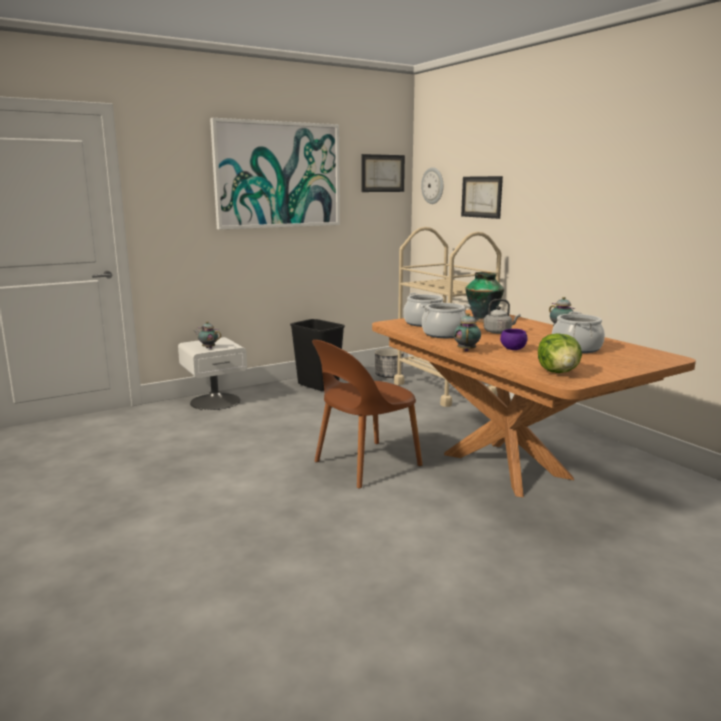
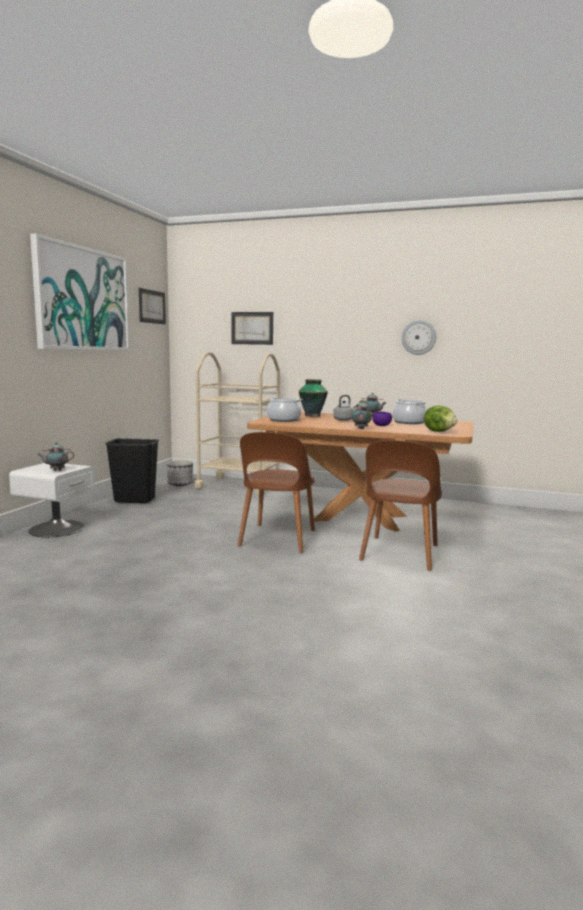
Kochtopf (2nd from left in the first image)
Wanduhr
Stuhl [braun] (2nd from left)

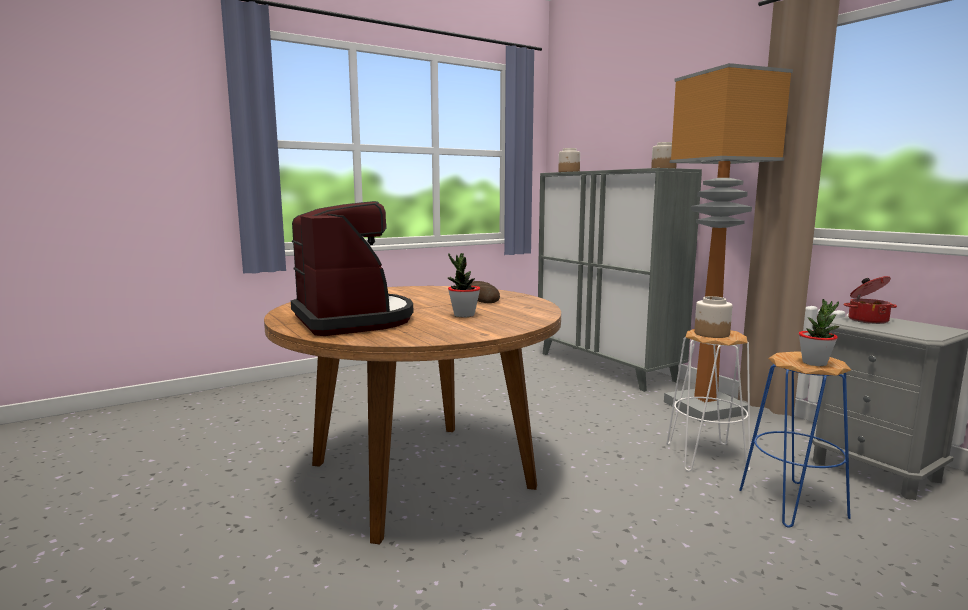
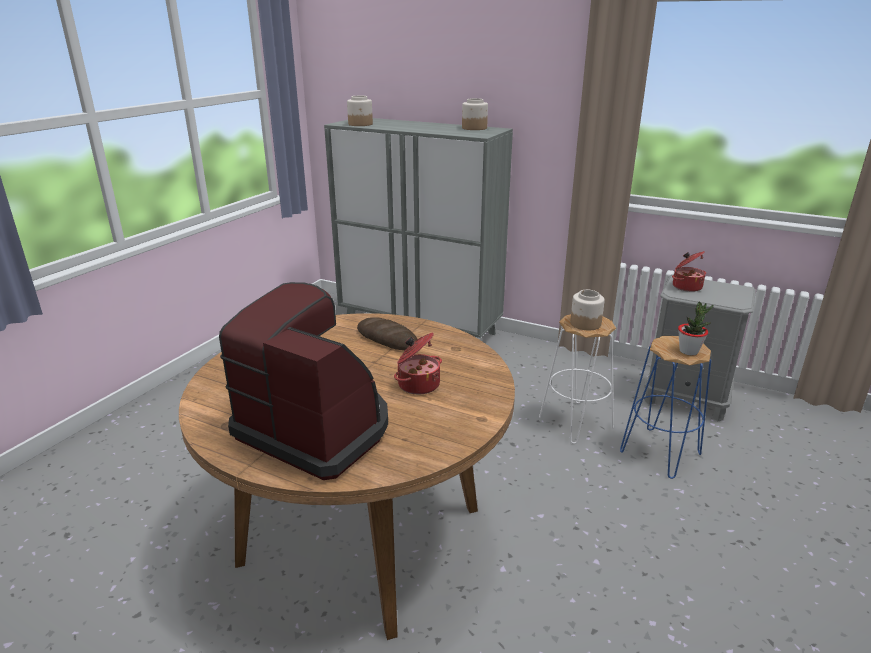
Kochtopf (1st from left)
Stehlampe

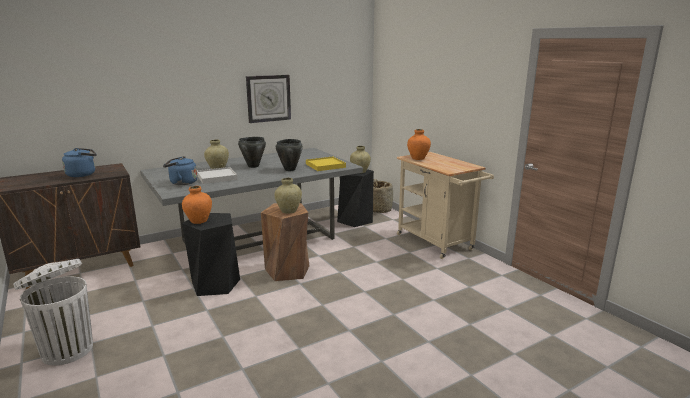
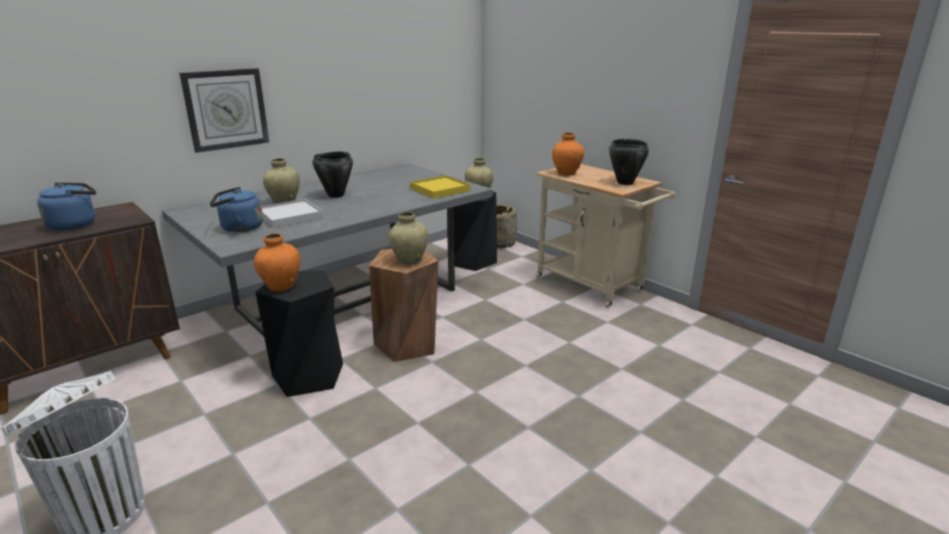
Wanduhr
Kochtopf [schwarz] (2nd from left)

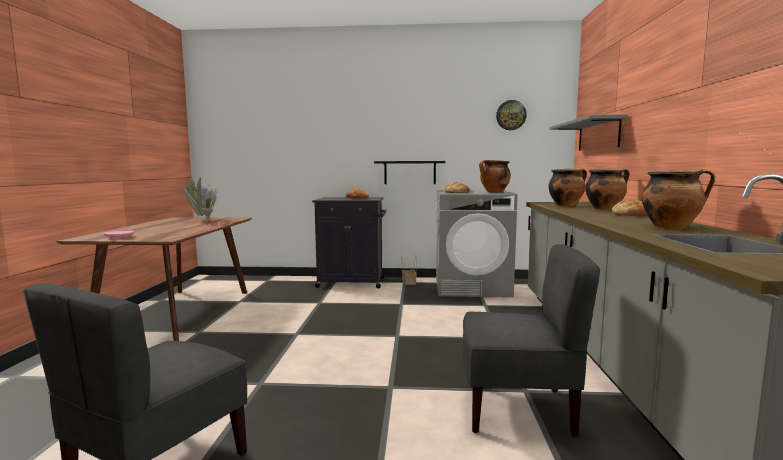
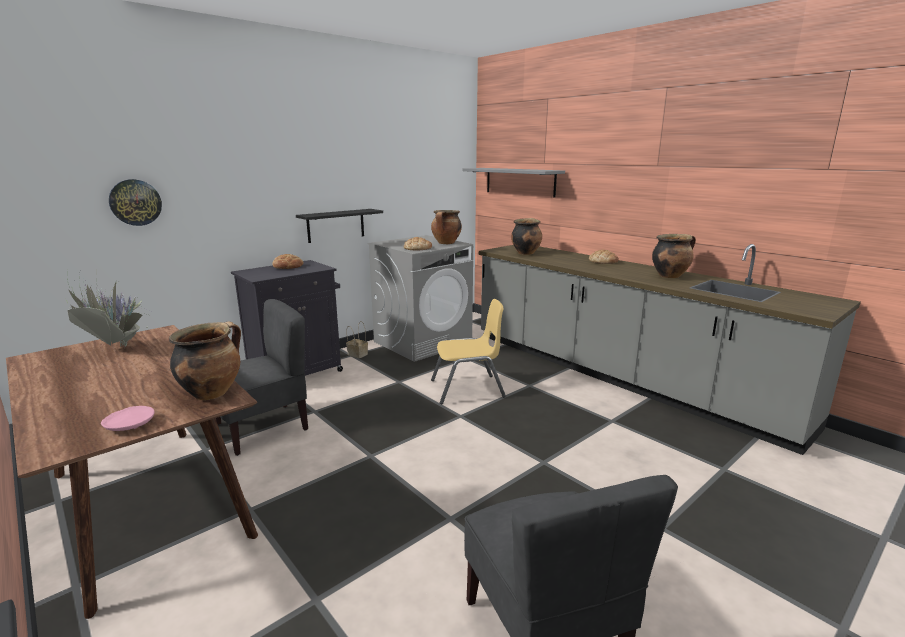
Stuhl [grau] (1st from left)
Wanduhr
Kochtopf (1st from left)
Stuhl [gelb]

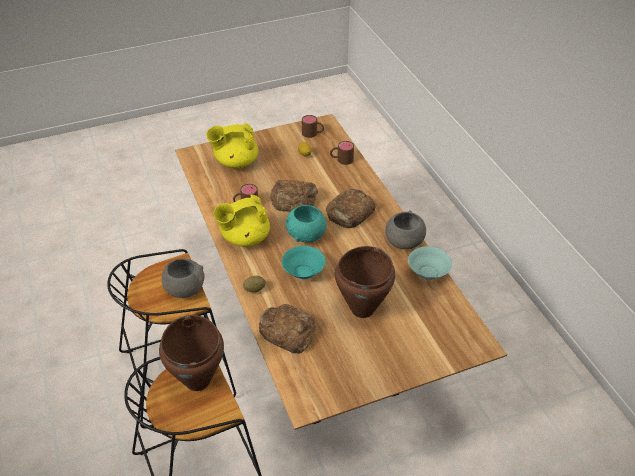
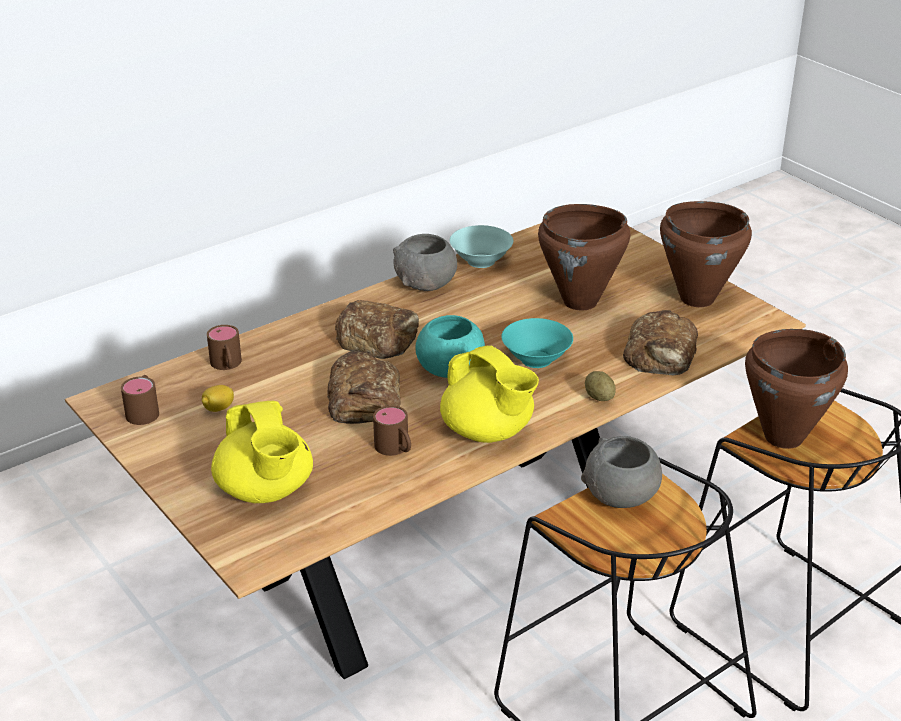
Kochtopf [braun] (2nd from left)

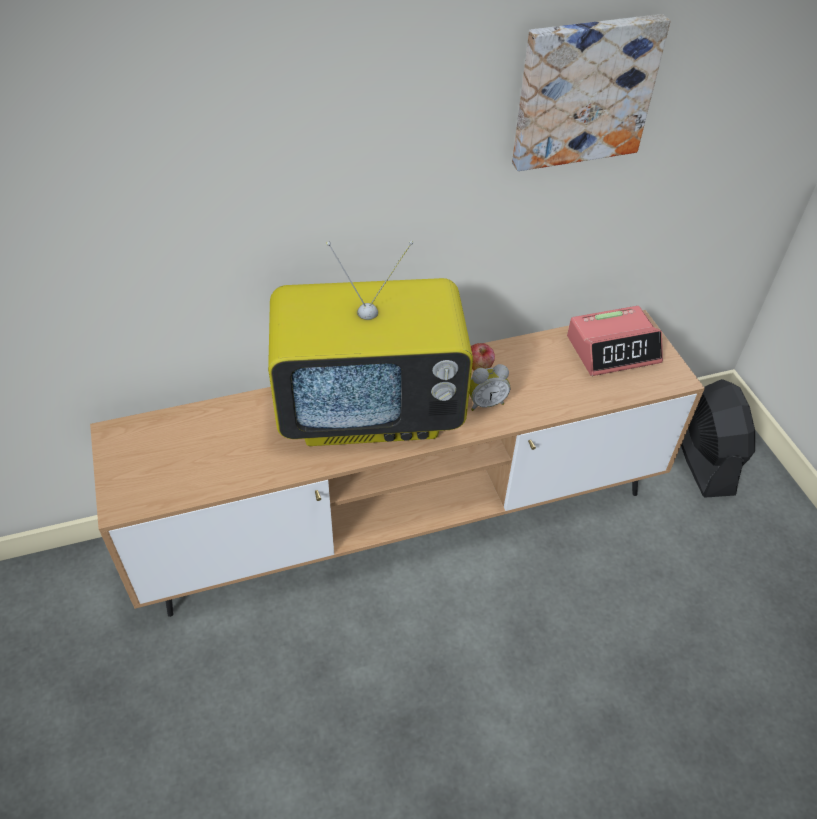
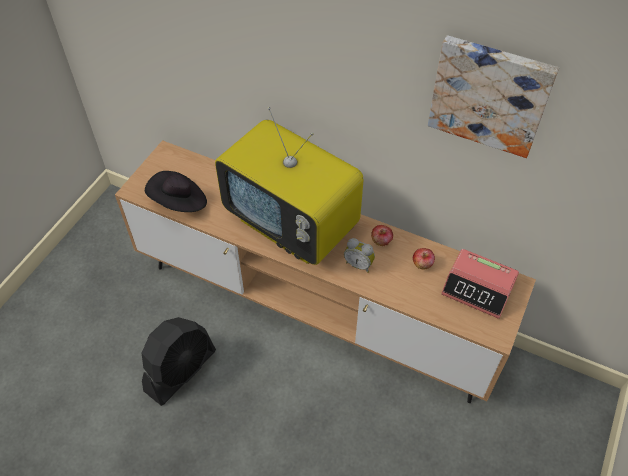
Ventilator [schwarz]
Hut [schwarz]
Apfel (2nd from left)

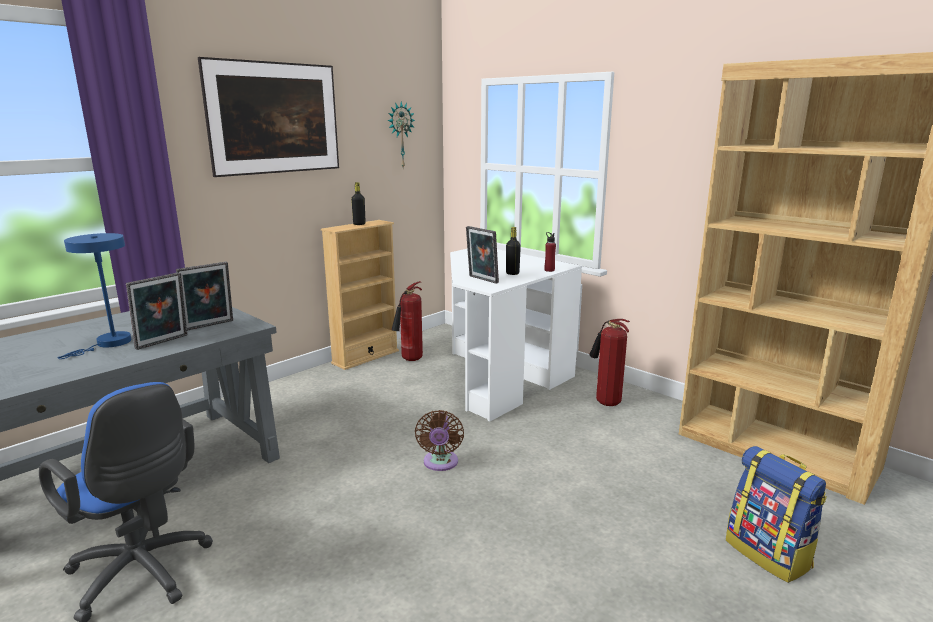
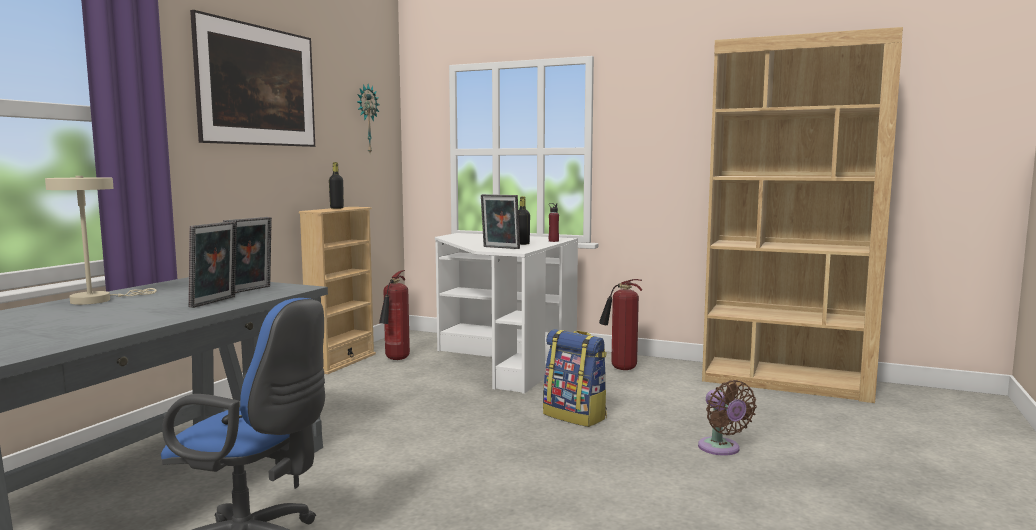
Tischlampe [blau]
Ventilator [braun]
Rucksack
Tischlampe [beige]

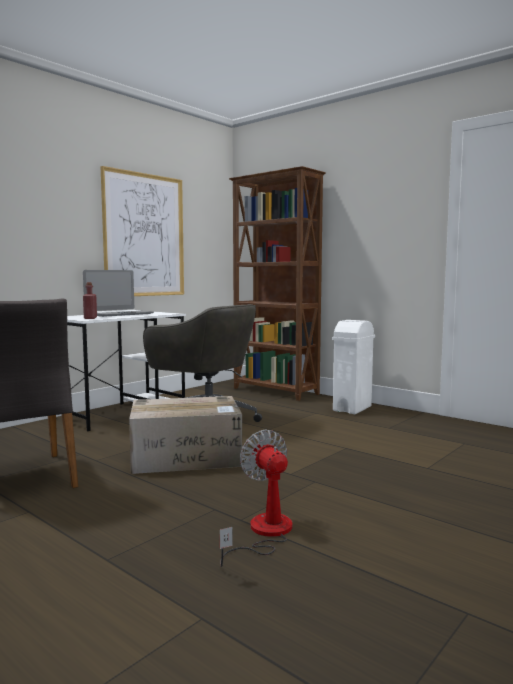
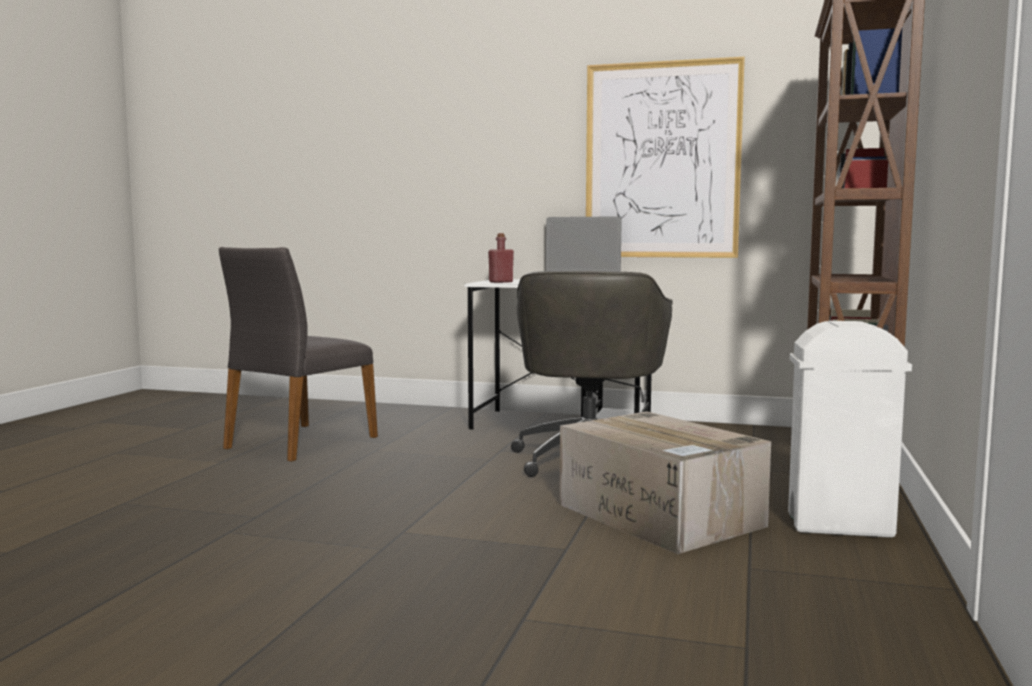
Karton
Ventilator

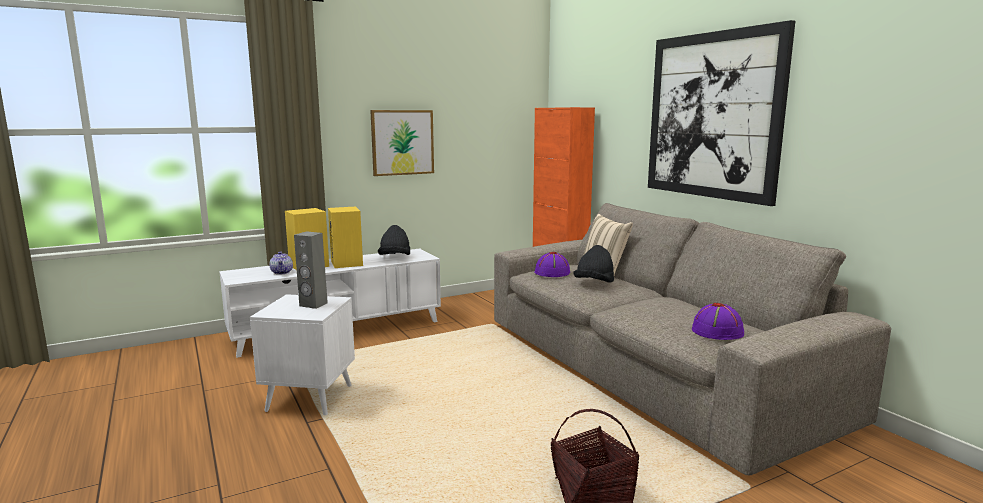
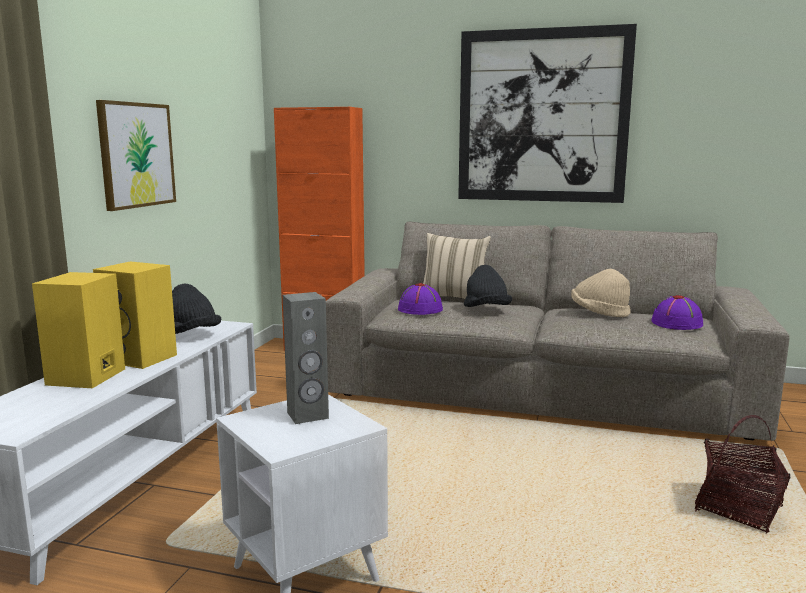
Teekanne
Hut [beige]

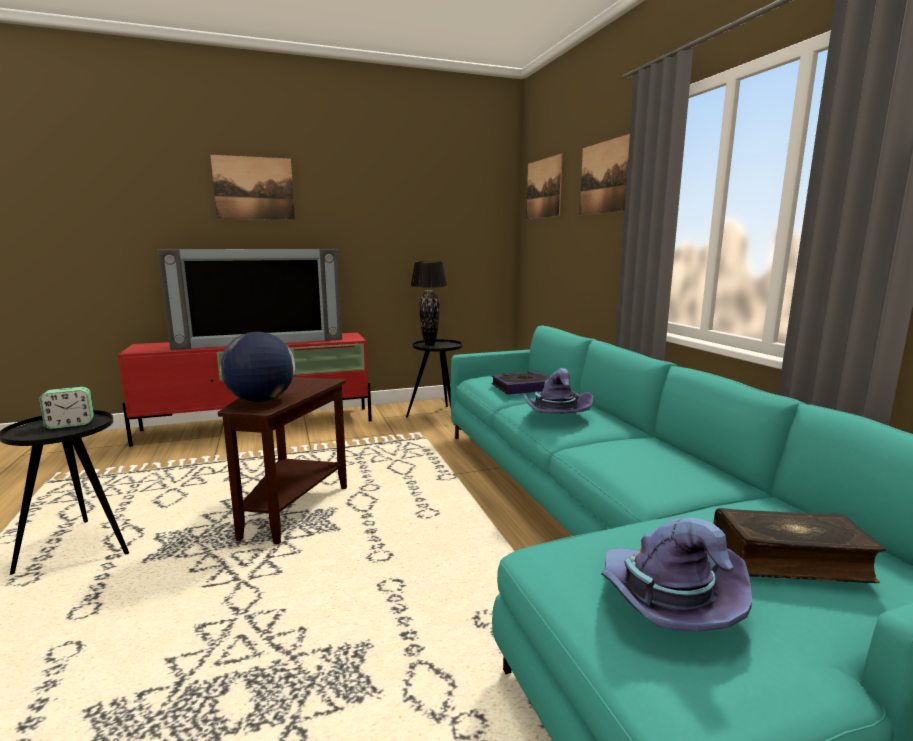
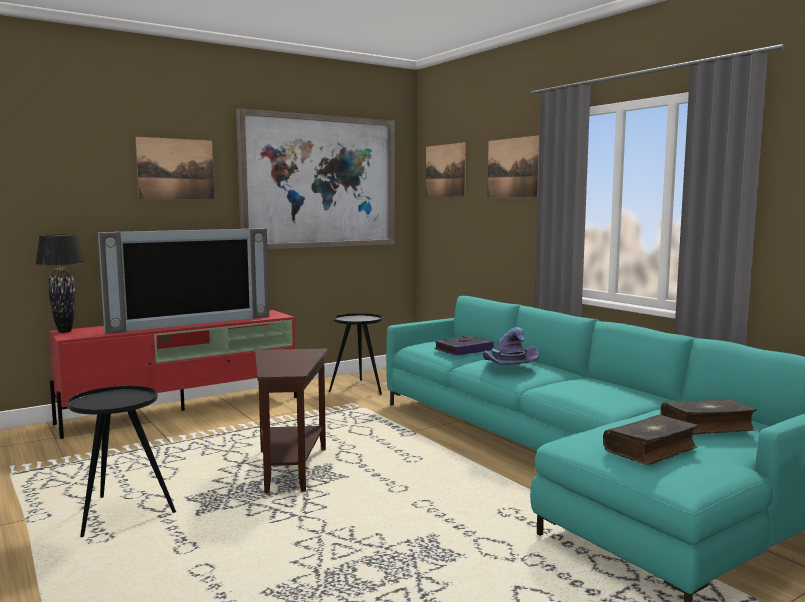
Wecker
Globus
Tischlampe [schwarz]
Buch (2nd from left)
Bild (2nd from left)

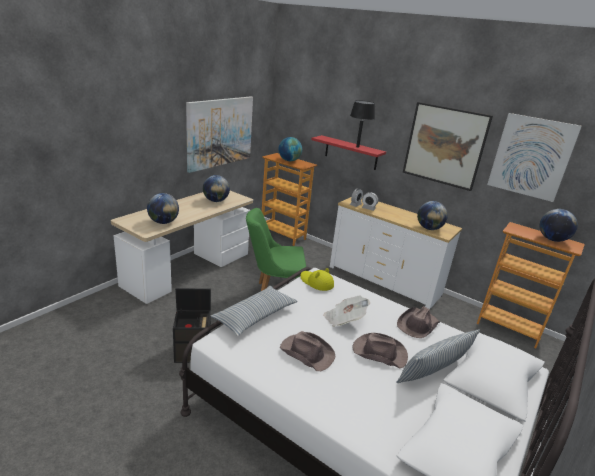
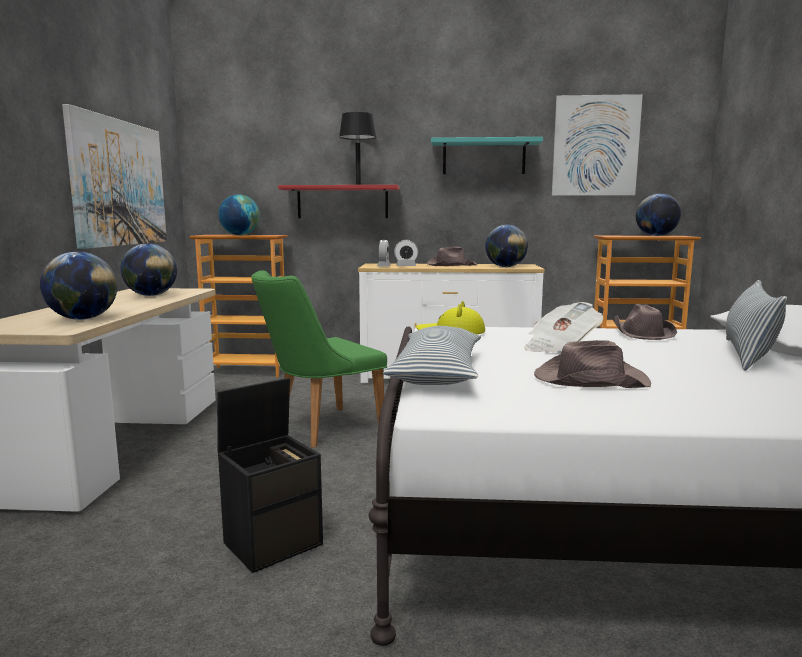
Hut [braun] (1st from left)
Wandregal [türkis]

